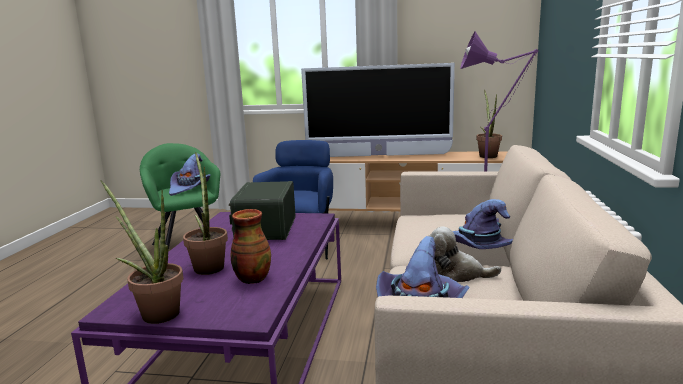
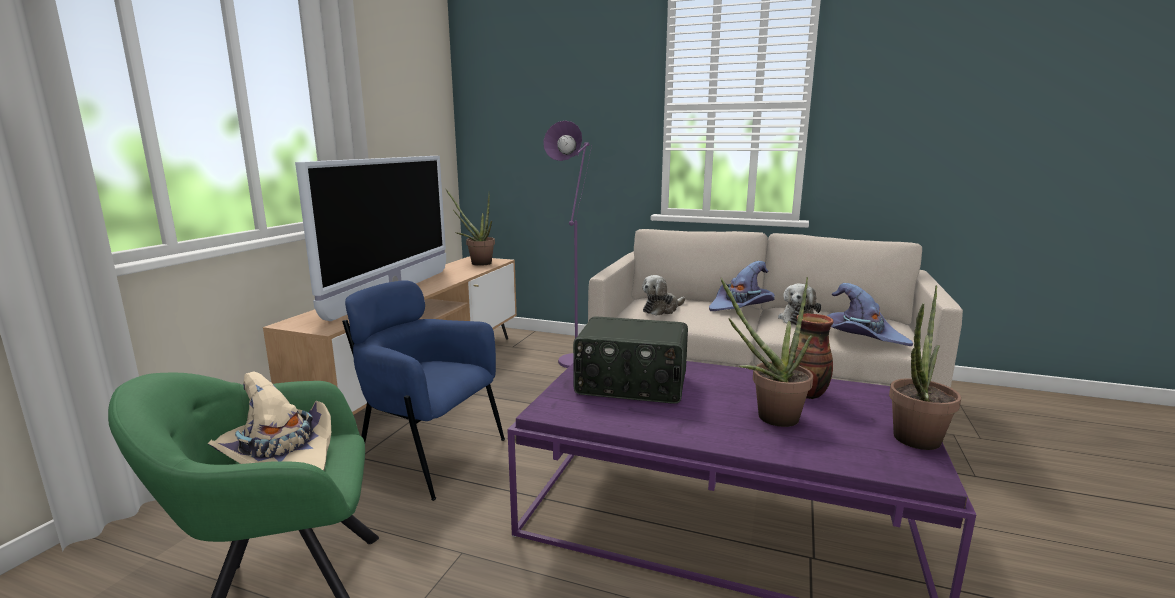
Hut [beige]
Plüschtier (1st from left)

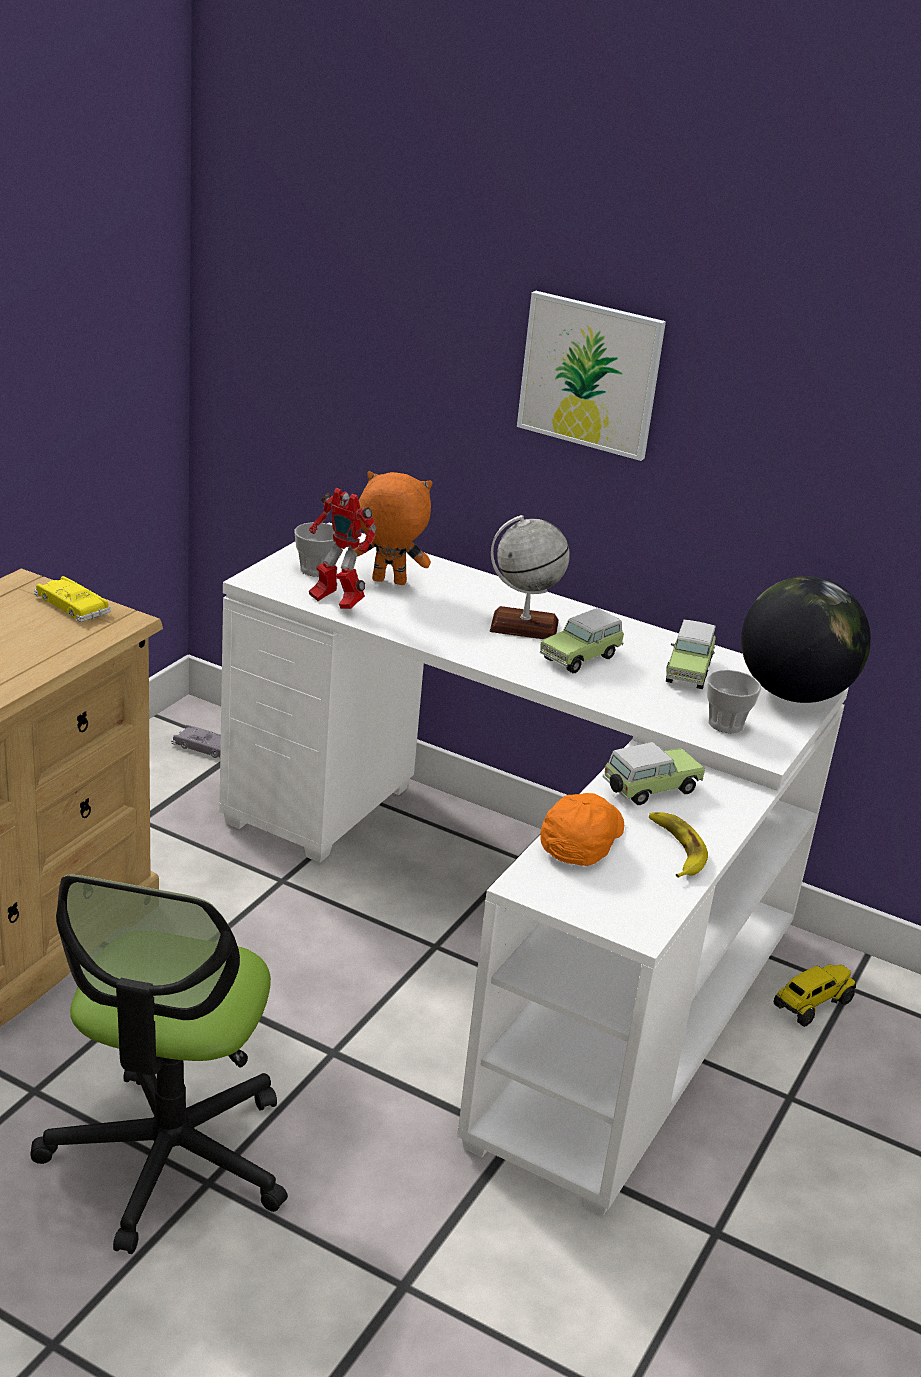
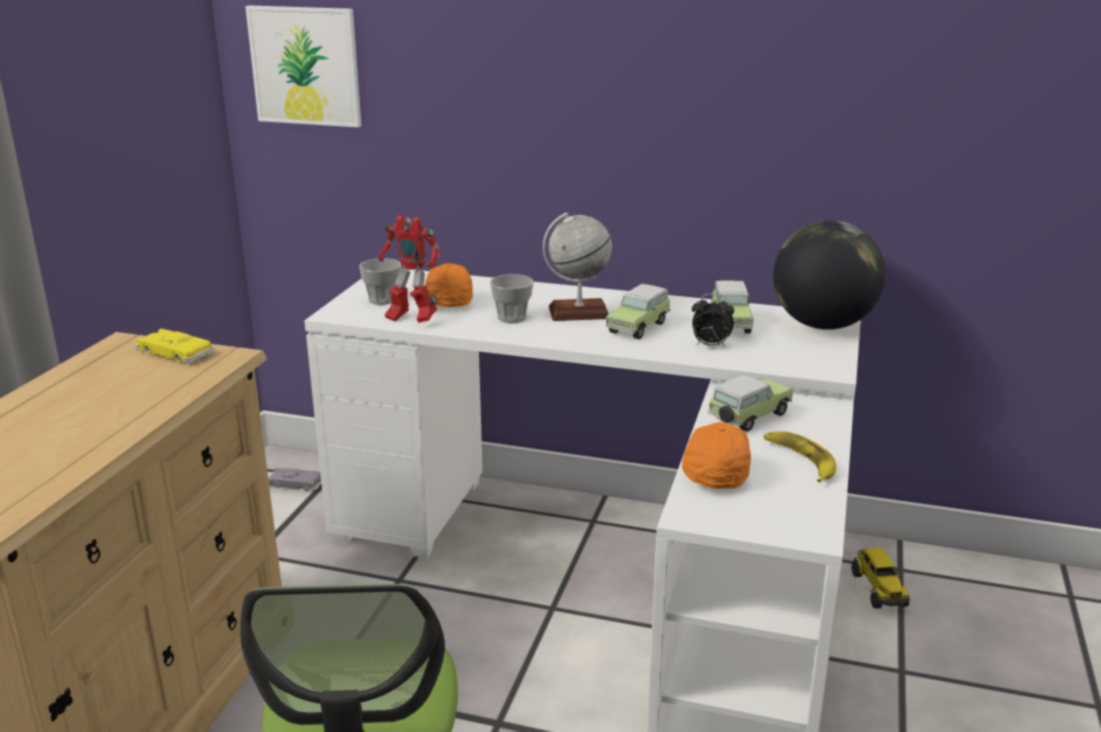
Kappe [orange] (1st from left)
Bild
Tasse (2nd from left)
Spielzeuglaster
Wecker

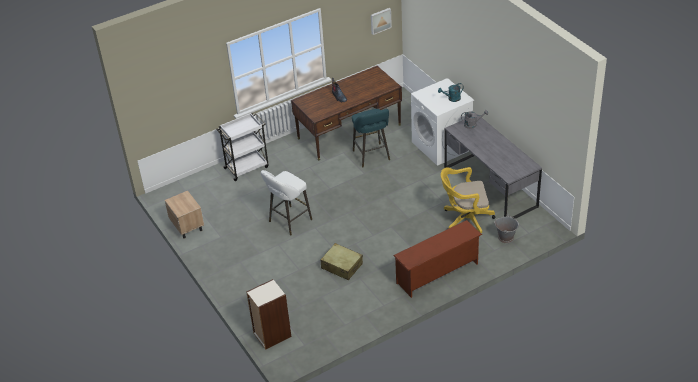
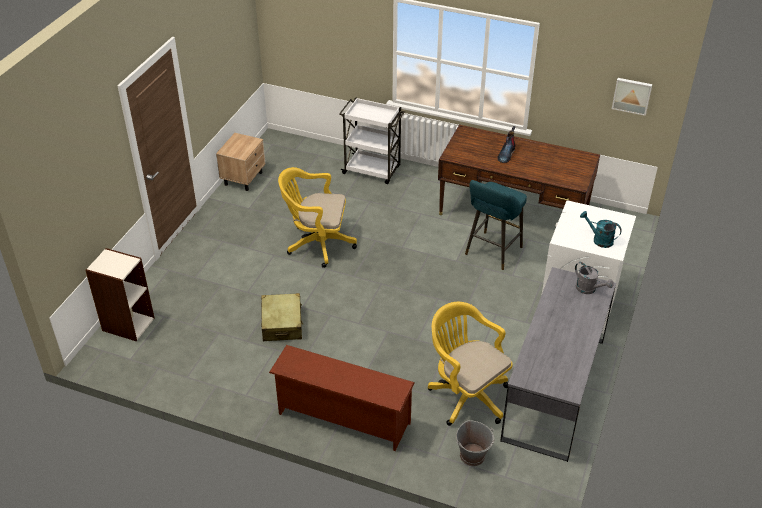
Bürostuhl [gelb] (1st from left)

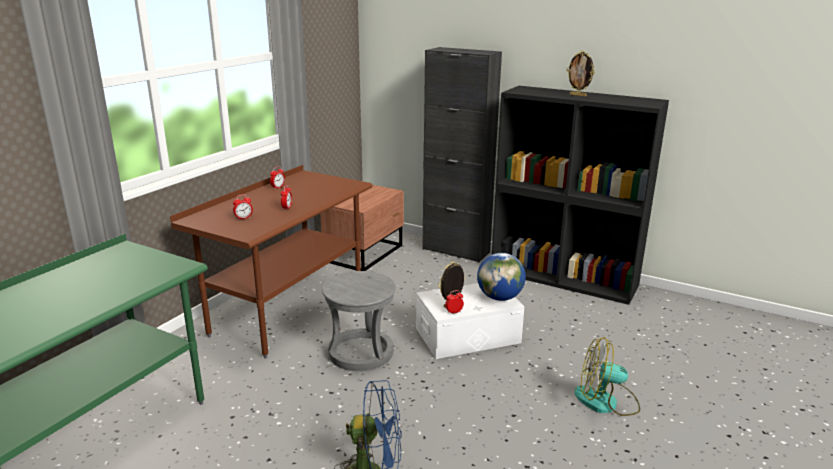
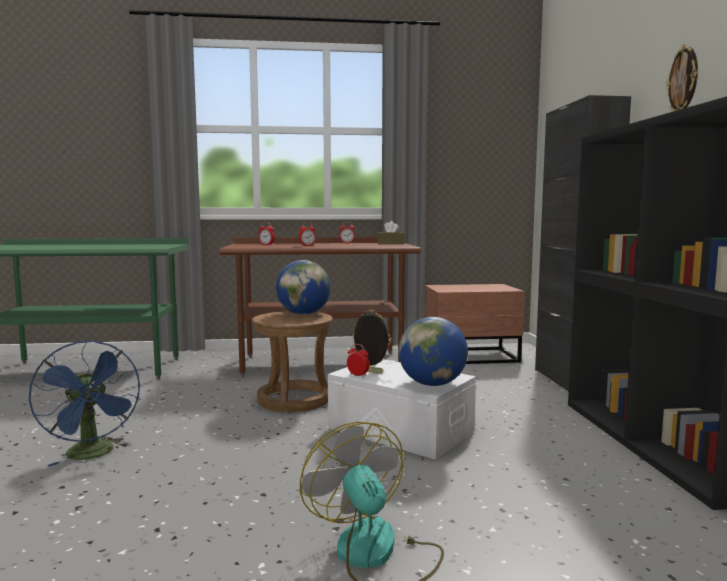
Hocker [braun]
Globus (1st from left)
Taschentuchbox [braun]

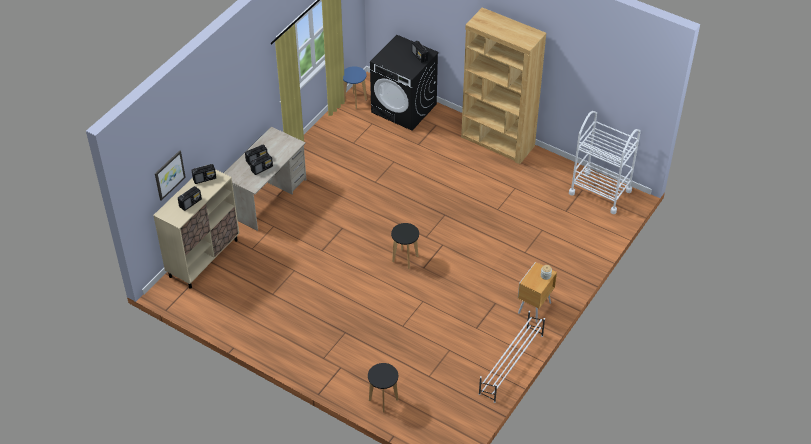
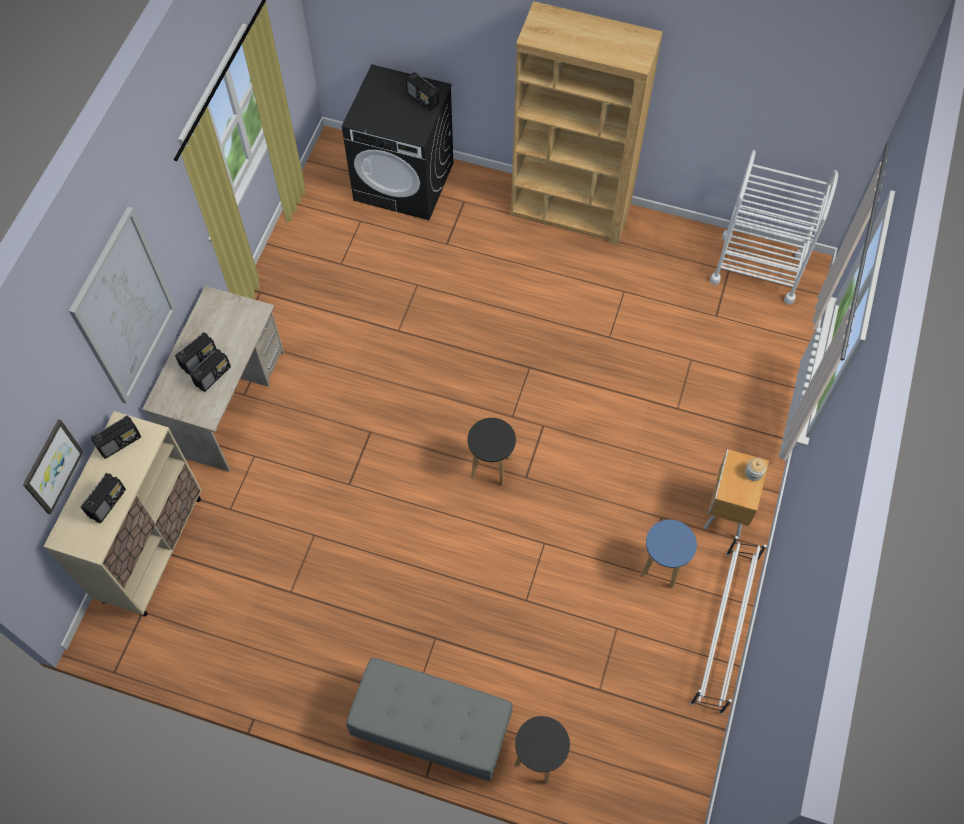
Hocker [blau]
Bild (2nd from left)
Bank [grau]

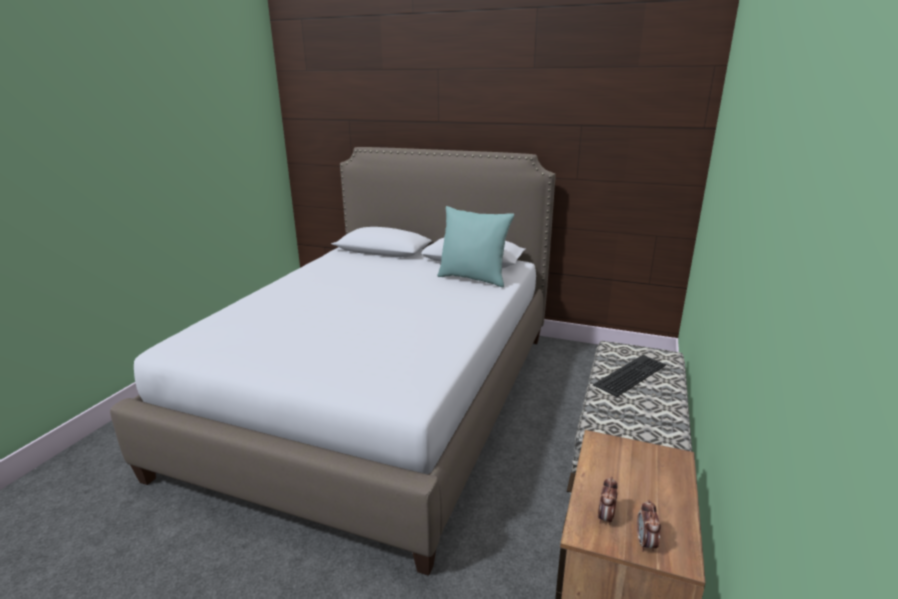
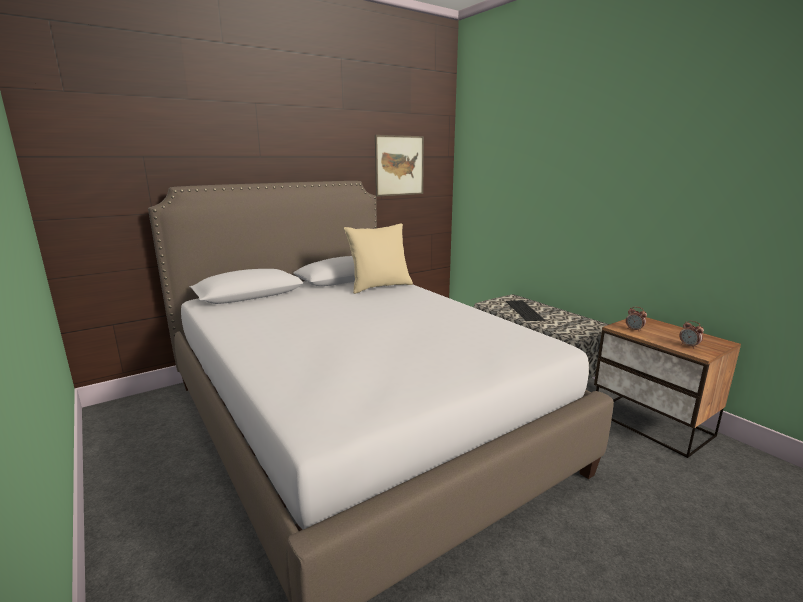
Kissen [beige]
Wecker (1st from left)
Bild

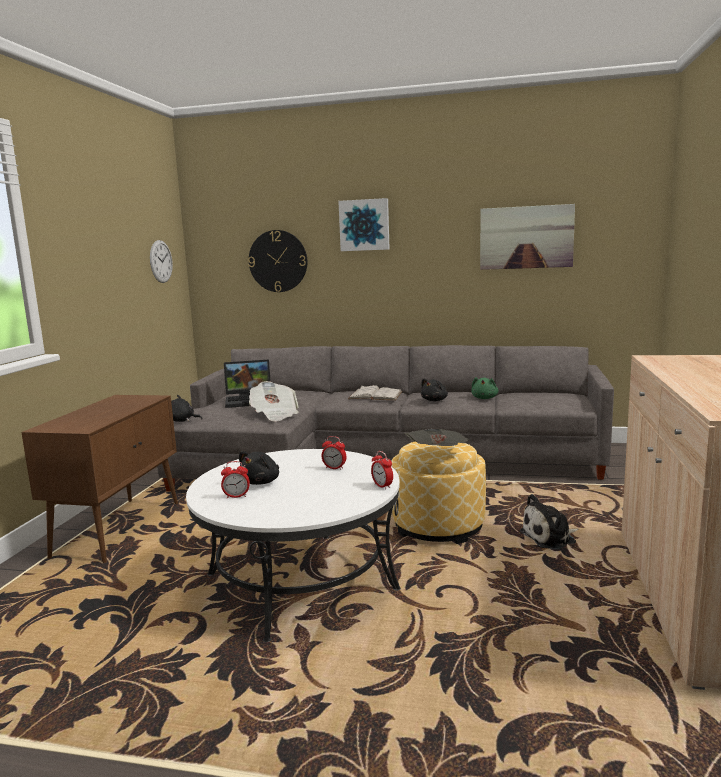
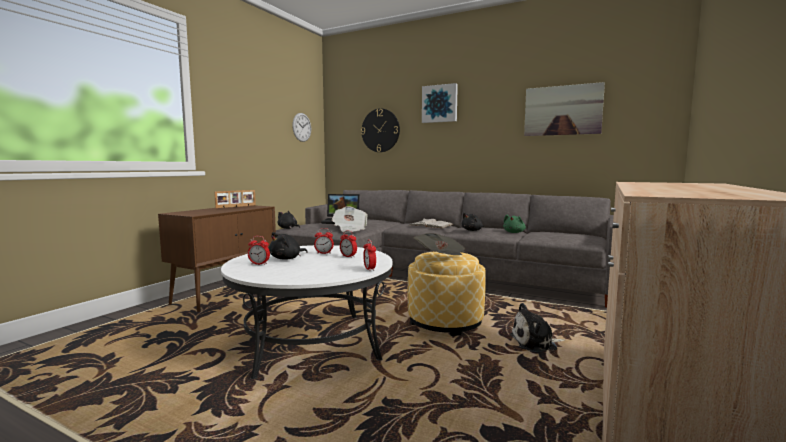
Bilderrahmen
Wecker (2nd from left)

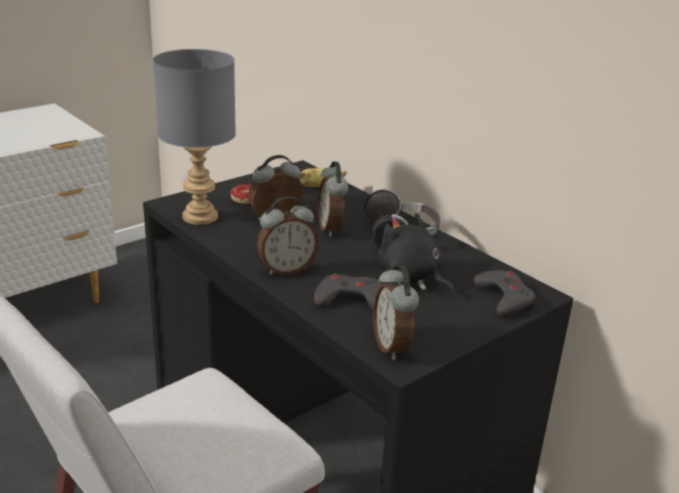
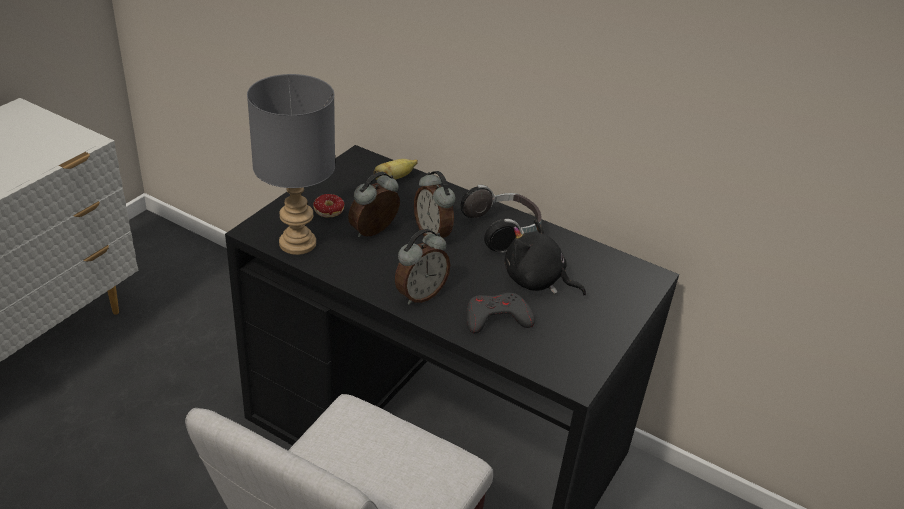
Wecker (4th from left in the first image)
Gamepad [grau] (2nd from left in the first image)

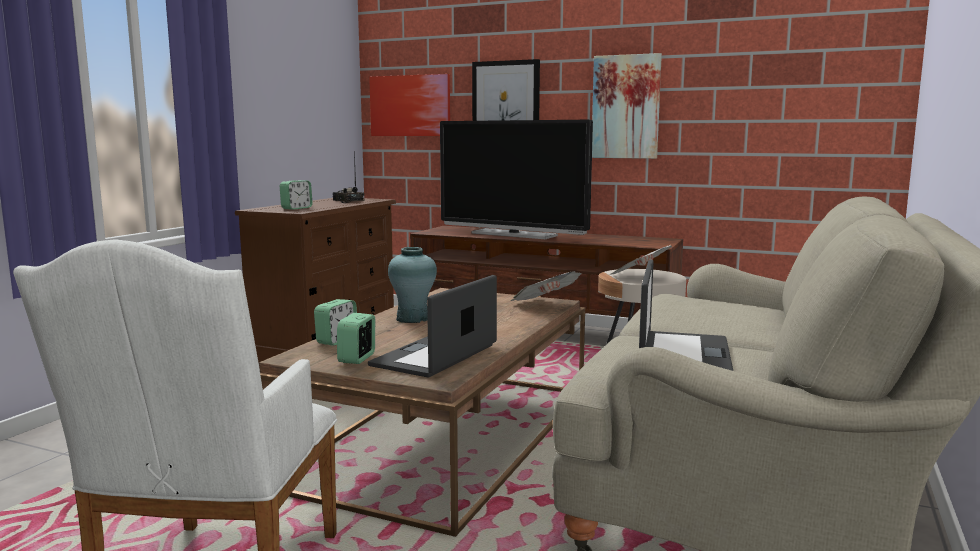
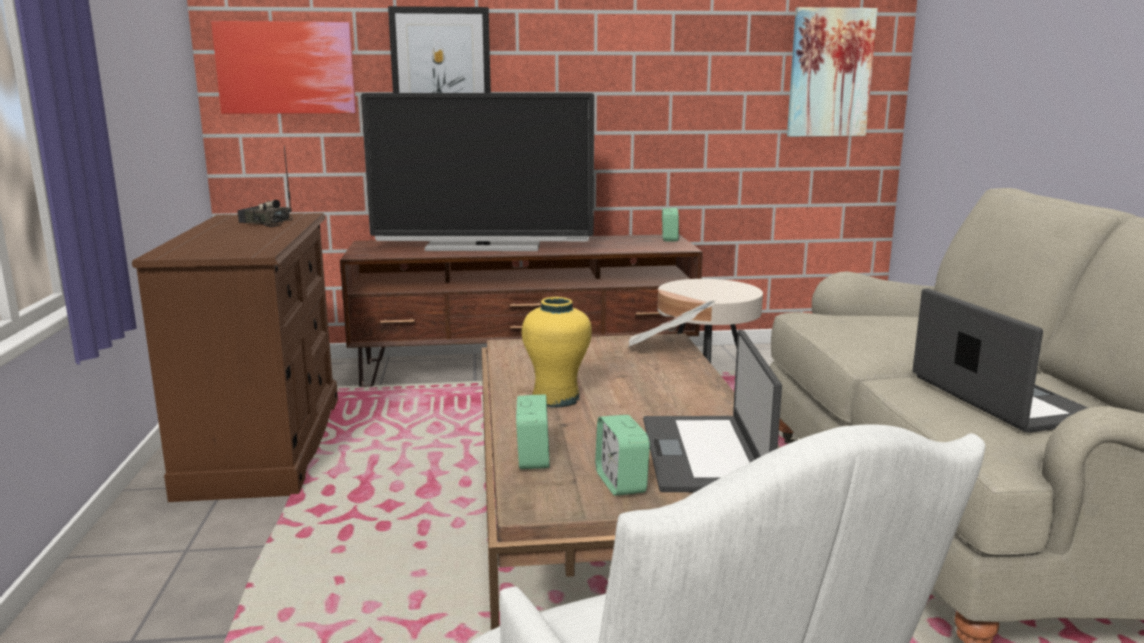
Wecker (3rd from left)
Vase [gelb]
Bild (3rd from left)
Zeitung (2nd from left in the first image)

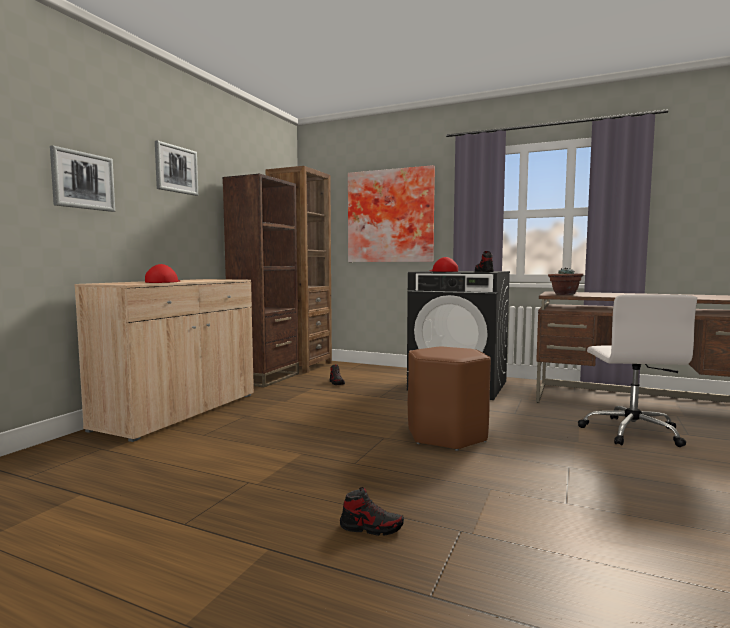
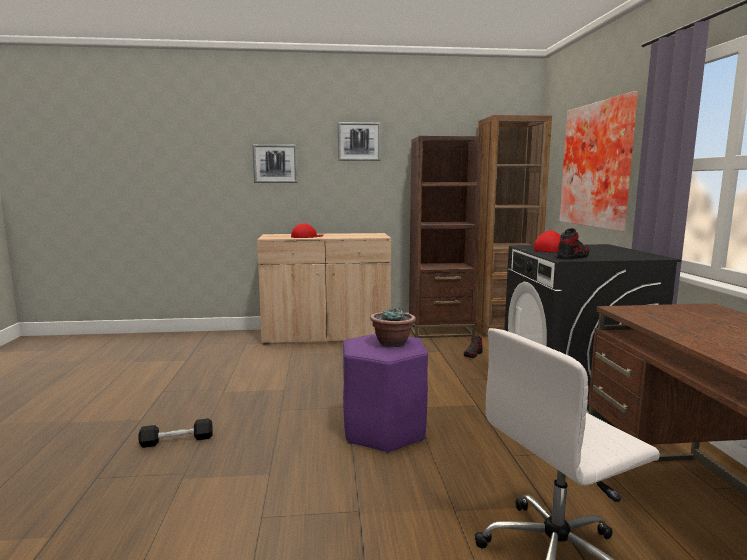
Hantel [schwarz]
Hocker [lila]
Topfpflanze

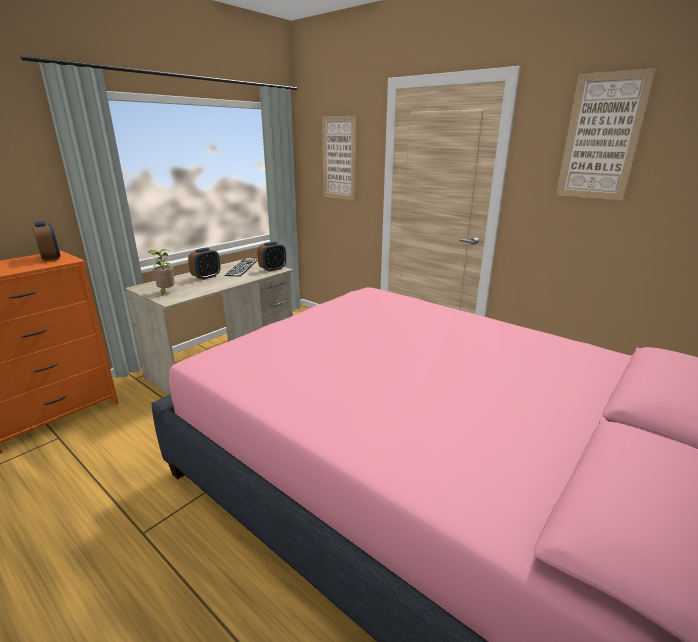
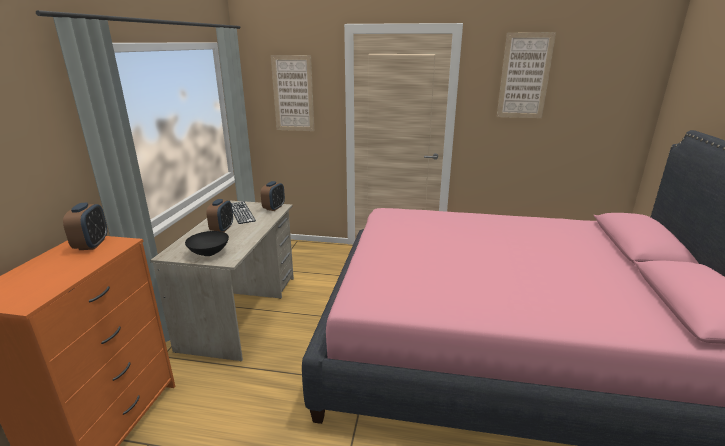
Wecker (1st from left)
Schüssel [schwarz]

